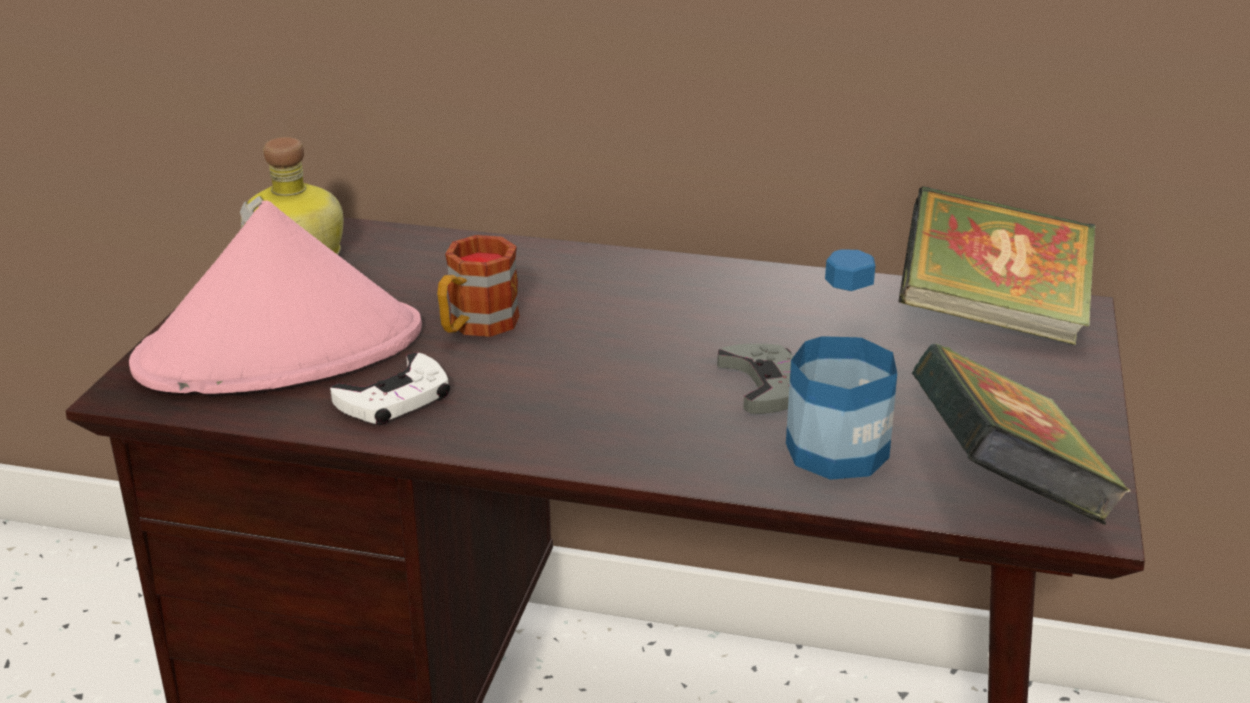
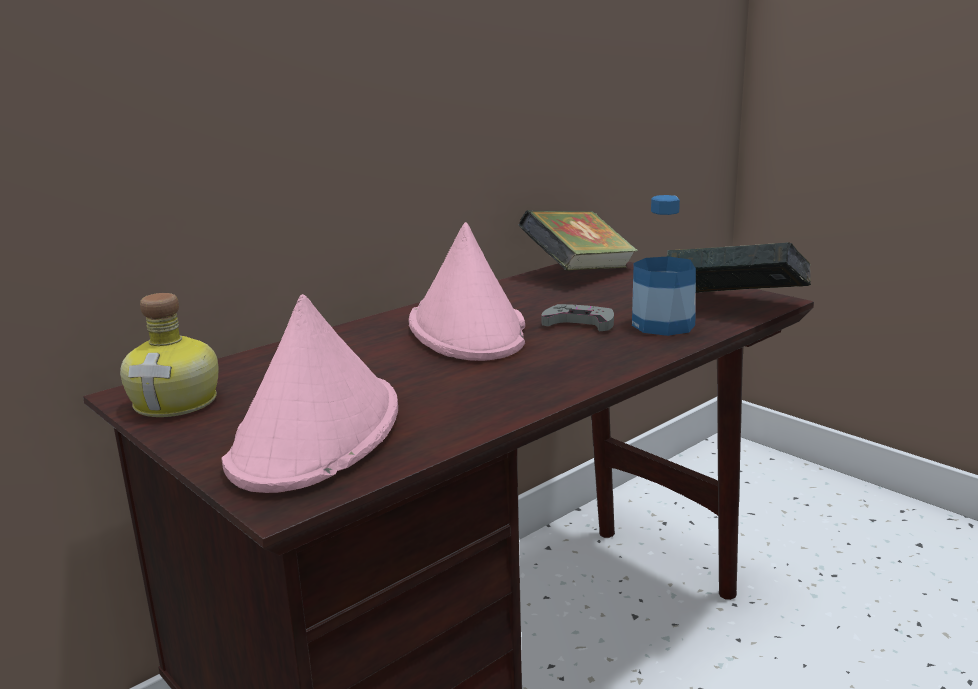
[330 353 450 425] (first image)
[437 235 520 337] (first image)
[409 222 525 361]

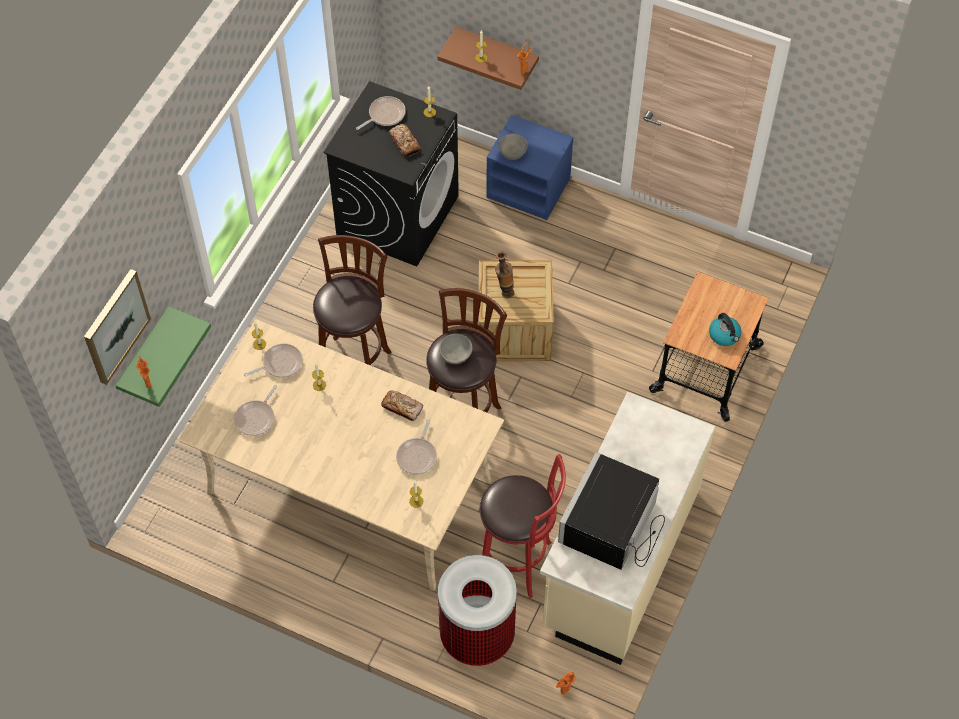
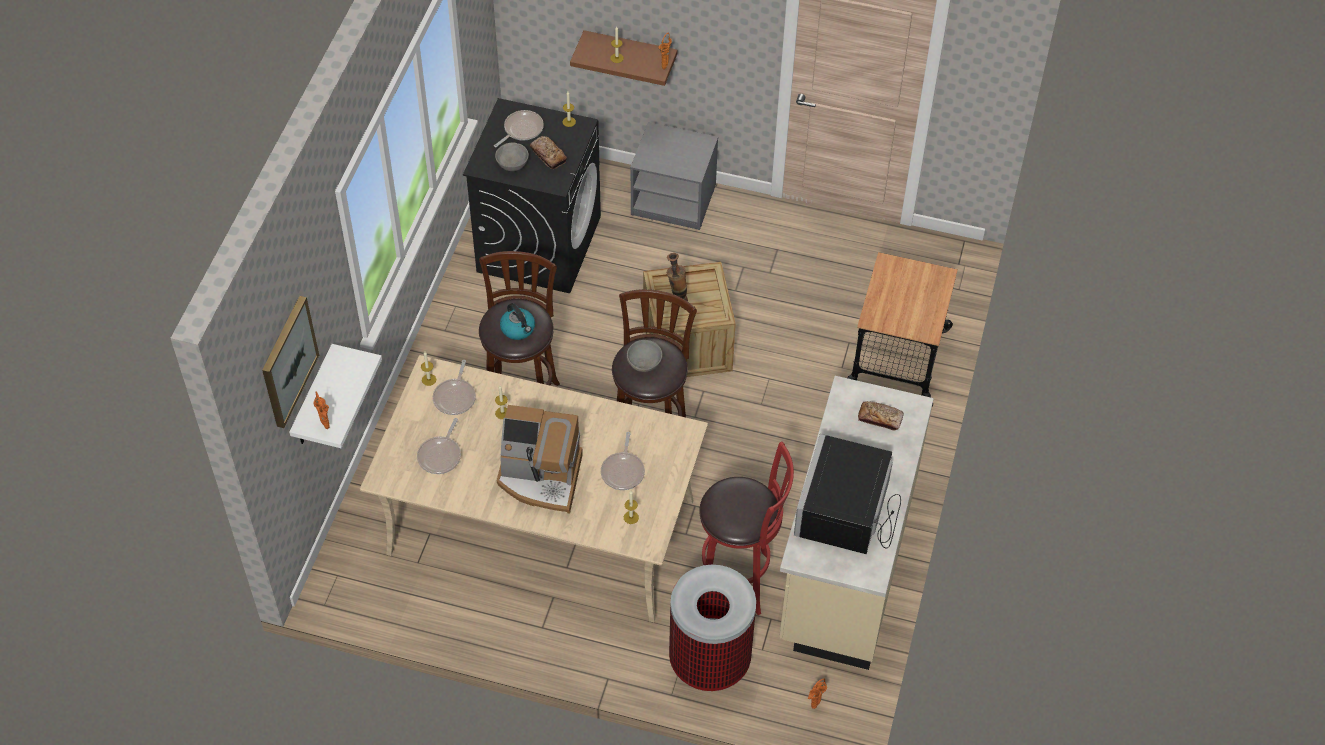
[497 405 583 514]
[858 401 904 431]
[495 143 529 171]
[500 303 535 340]
[289 344 382 448]
[630 122 718 230]
[433 360 476 415]

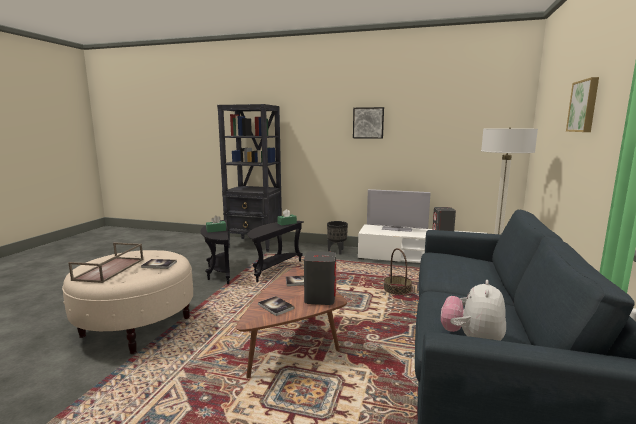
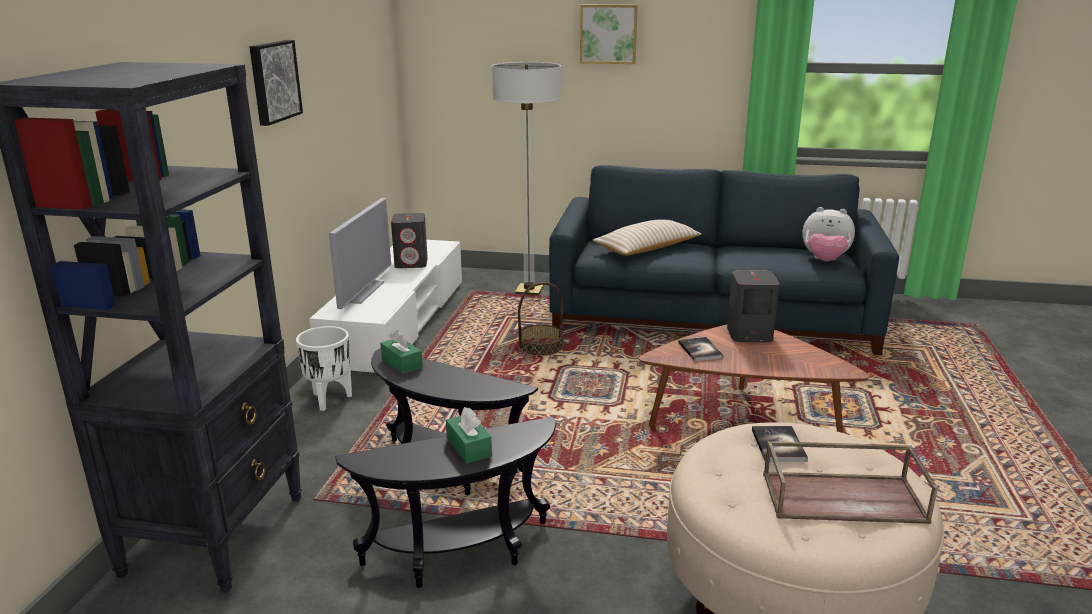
[258 296 295 316] (first image)
[592 219 702 256]
[296 326 352 411]

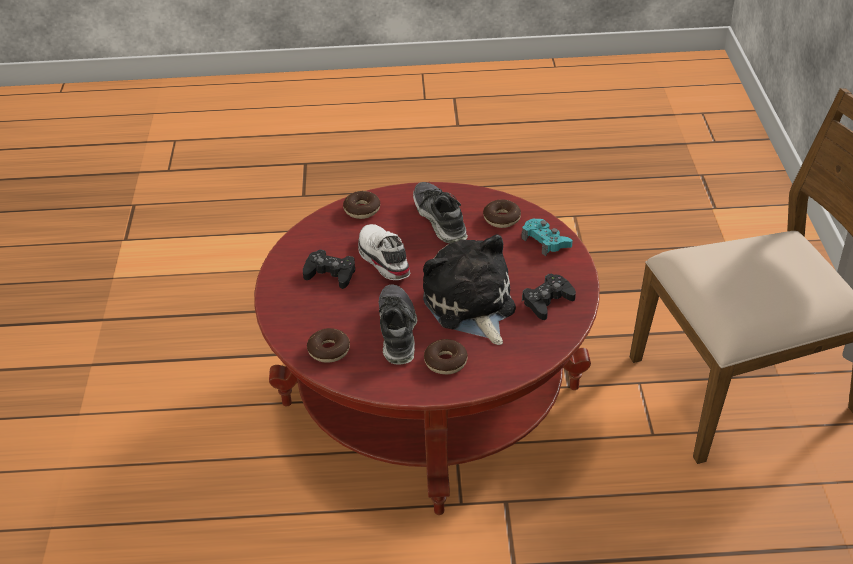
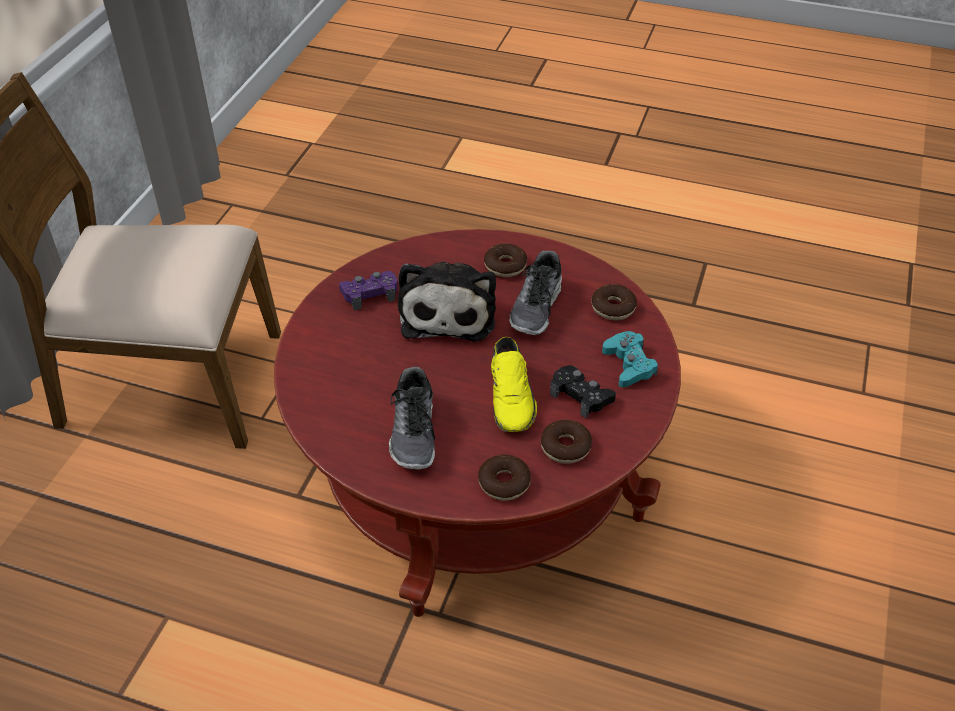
[541 420 592 464]
[602 331 658 387]
[491 337 537 432]
[339 271 398 311]

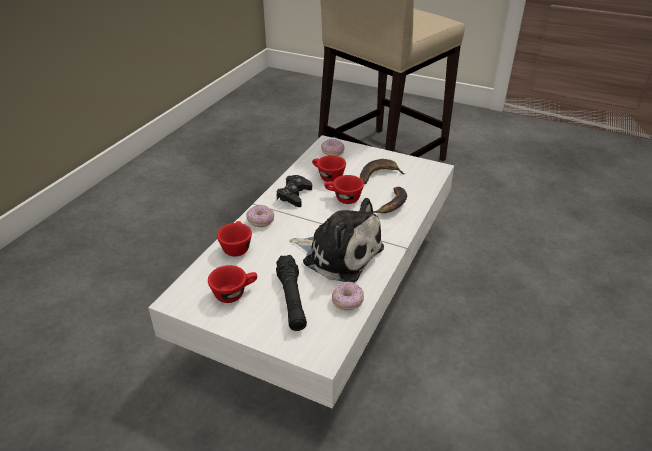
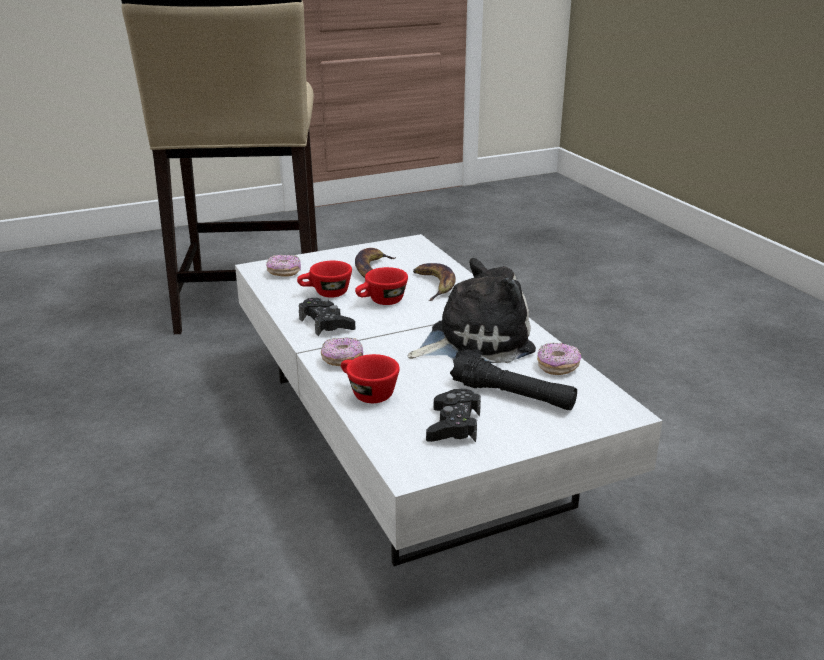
[426 389 481 442]

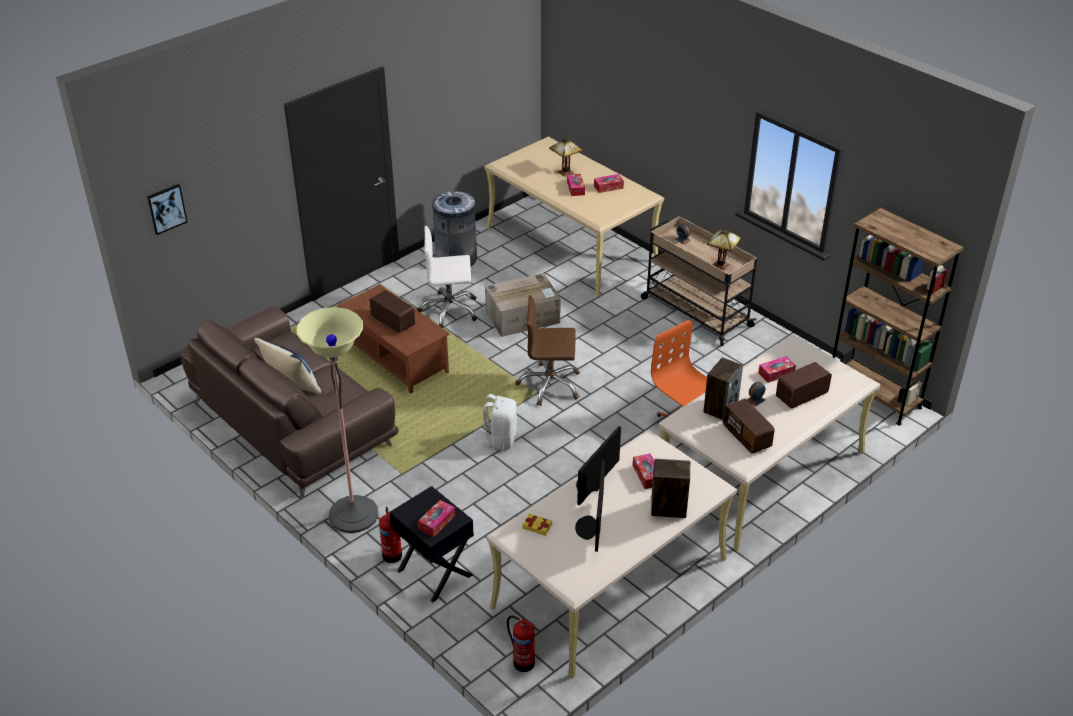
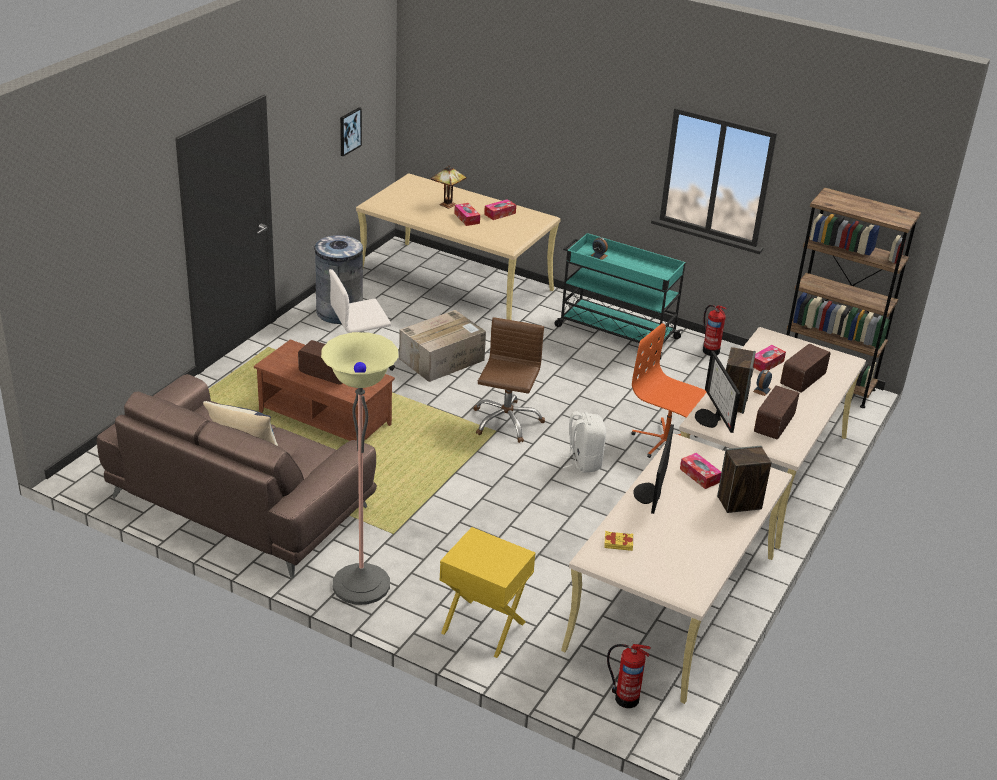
[418 500 455 537] (first image)
[707 229 741 270] (first image)
[340 107 362 157]
[703 305 727 356]
[560 411 606 473]
[695 351 740 433]
[439 527 536 658]
[554 233 686 360]
[473 317 545 443]
[754 385 799 440]

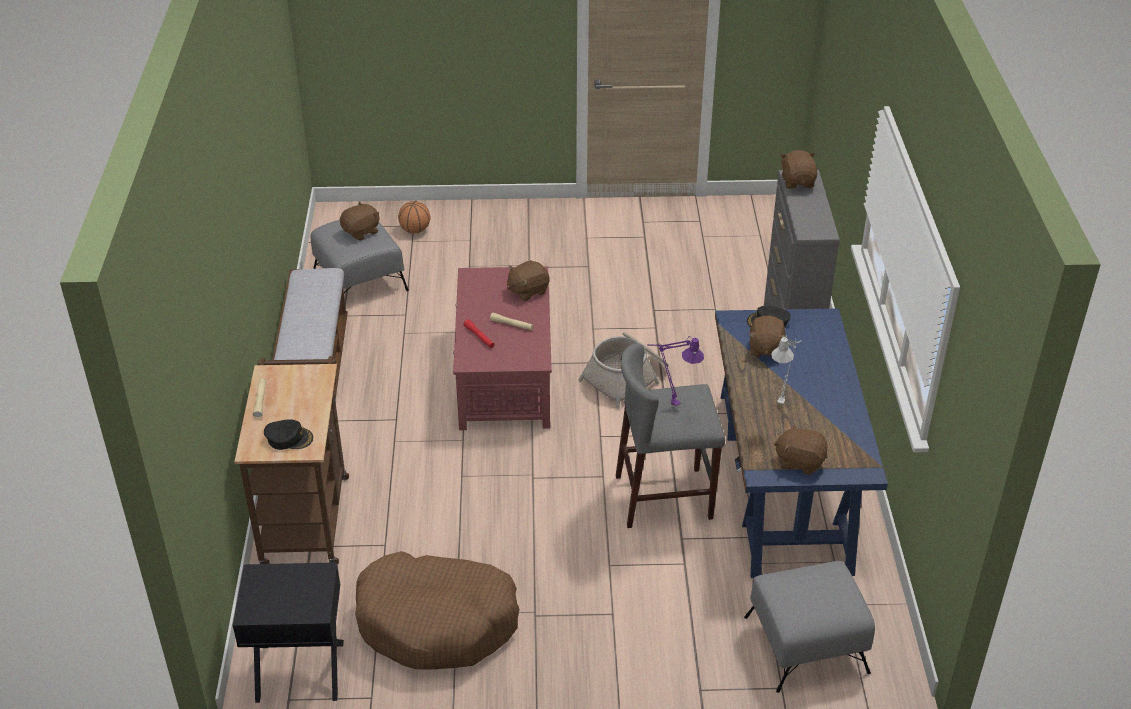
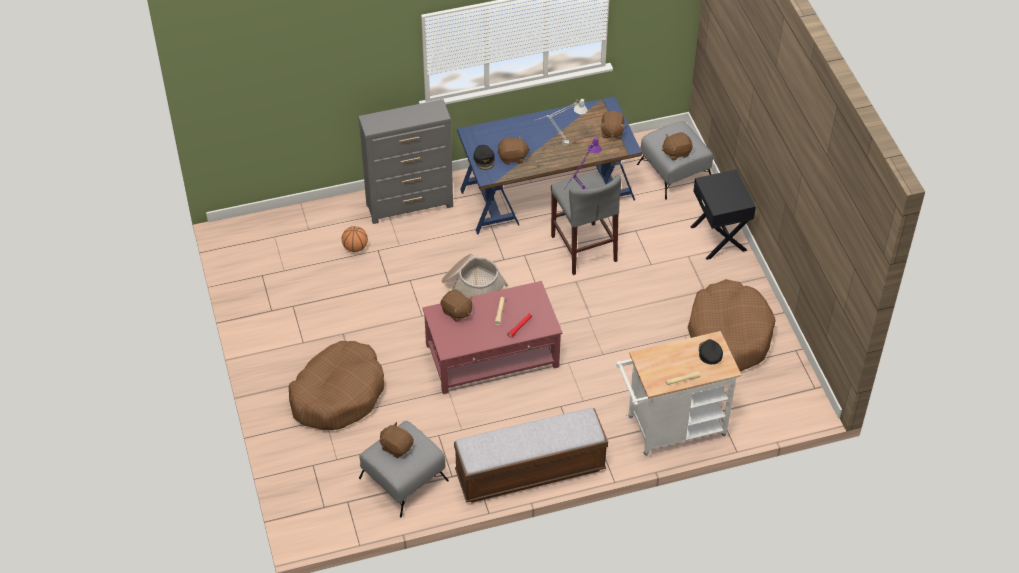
[289 341 384 430]
[690 169 756 260]
[342 226 368 252]
[662 132 693 160]
[616 331 741 456]

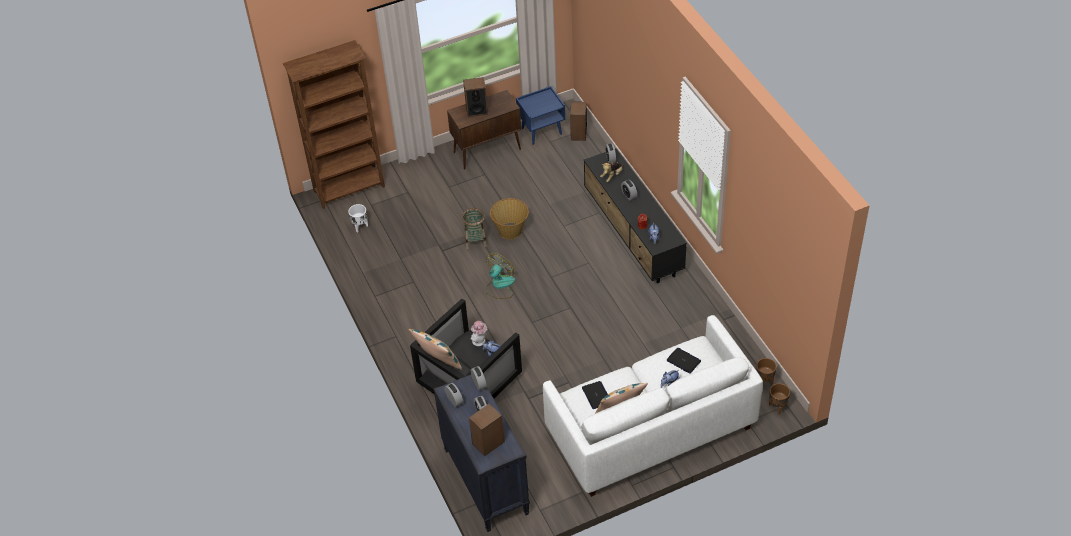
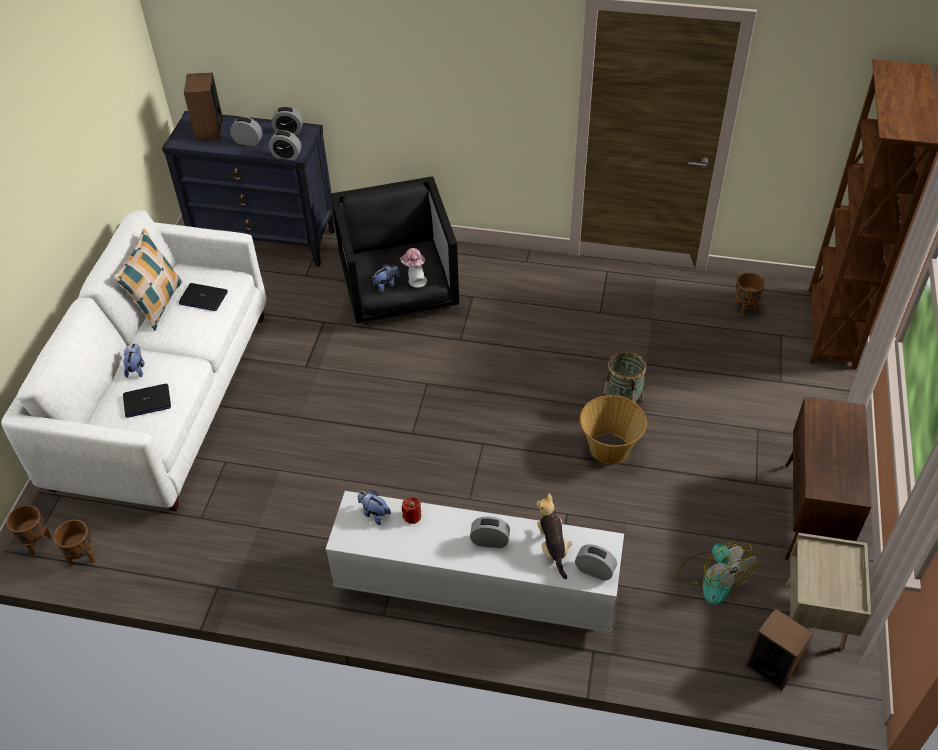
[408 329 463 370] (first image)
[463 77 488 117] (first image)
[677 541 758 605]
[735 273 765 316]
[786 533 871 650]
[326 491 624 633]

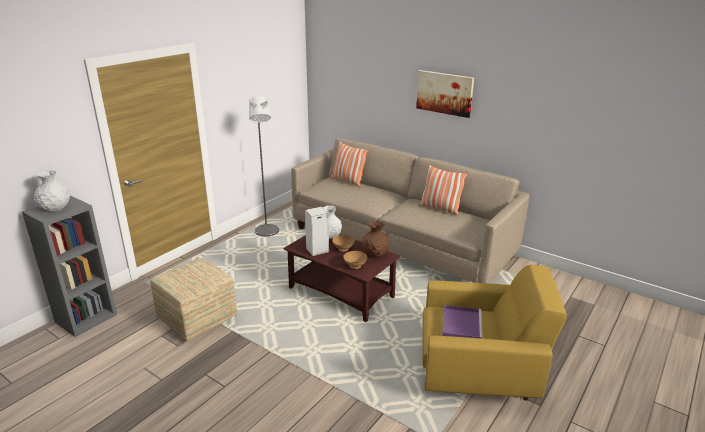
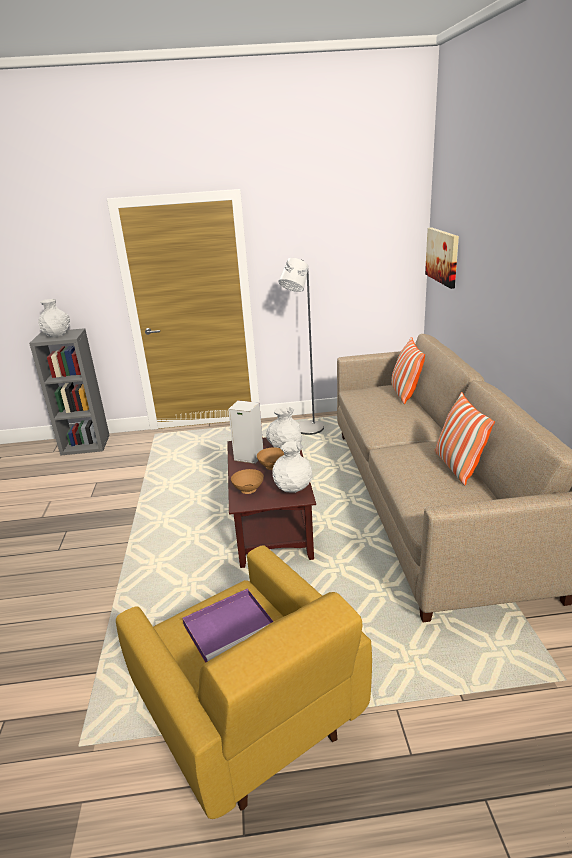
[150 258 237 342] (first image)
[425 227 459 289]
[272 441 312 493]

